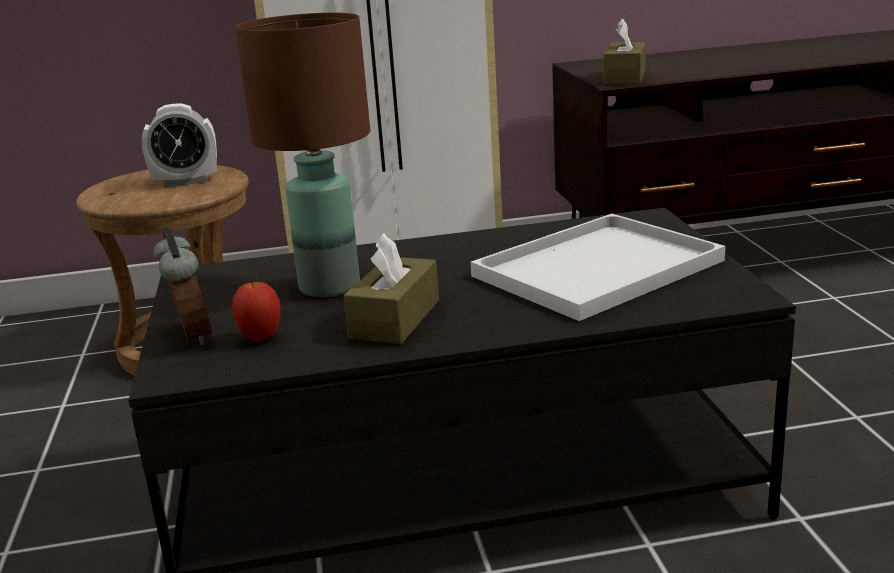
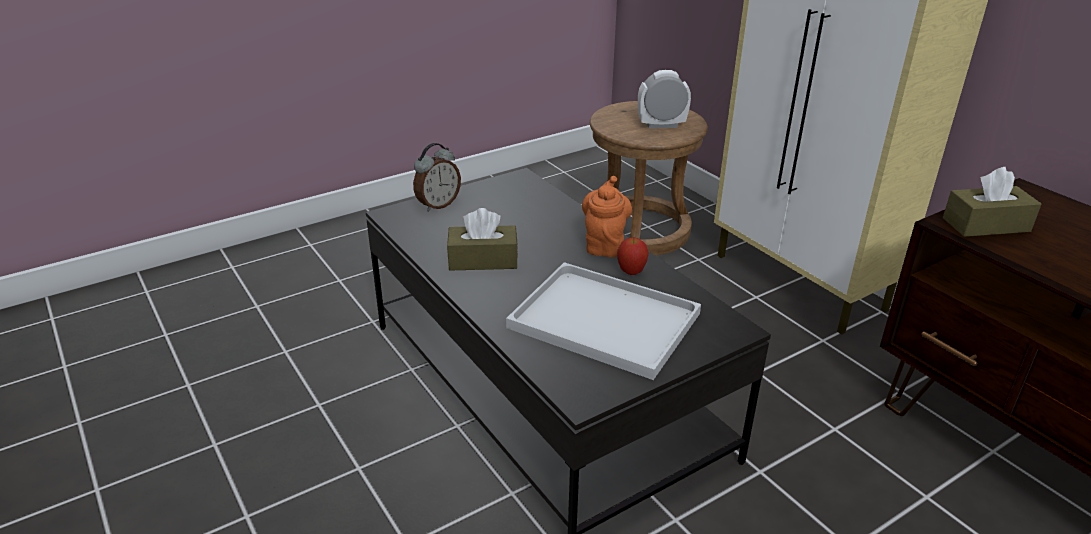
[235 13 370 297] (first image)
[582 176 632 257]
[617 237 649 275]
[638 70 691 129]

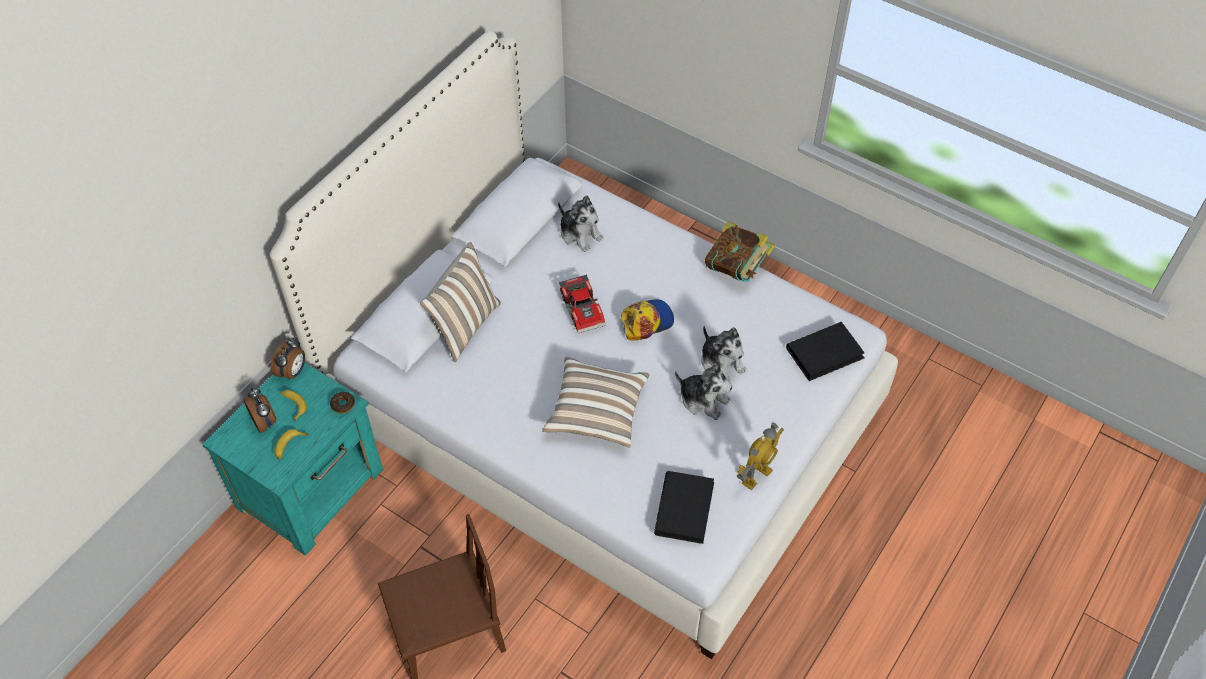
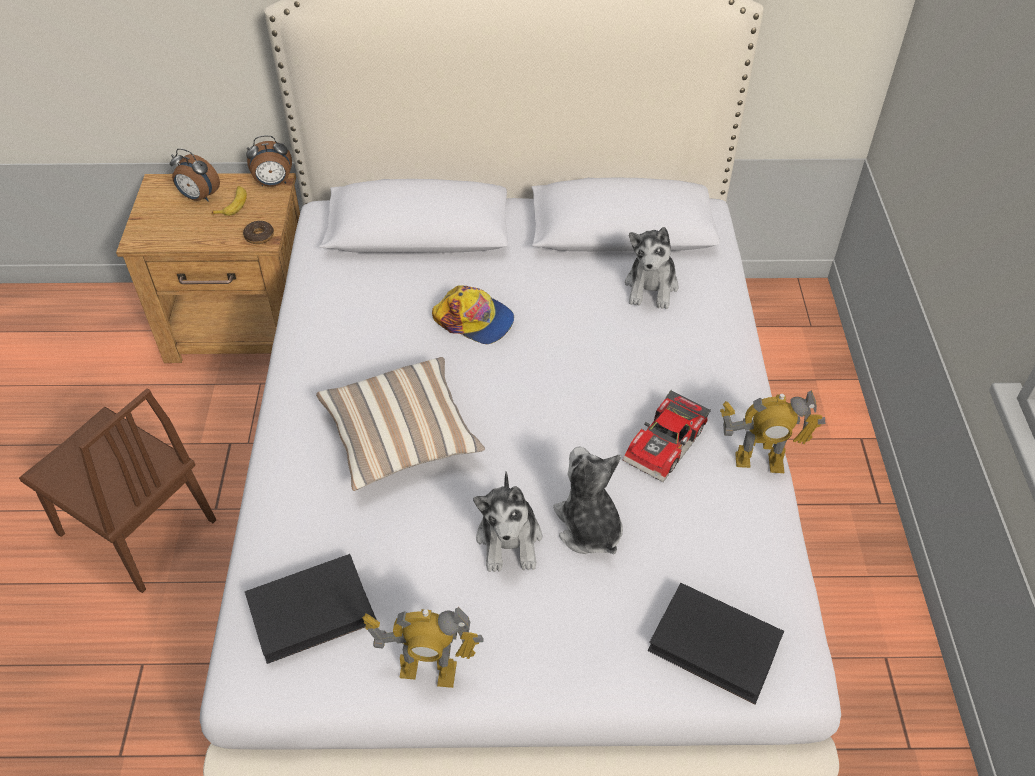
[274 429 308 460] (first image)
[420 242 501 362] (first image)
[623 390 711 482]
[432 285 514 344]
[720 390 825 473]
[116 173 300 363]
[170 148 220 201]
[553 447 623 554]

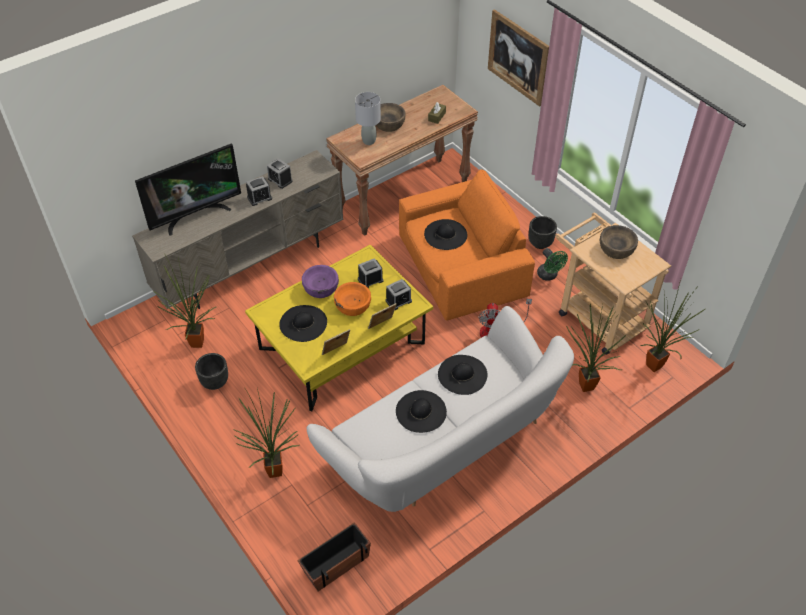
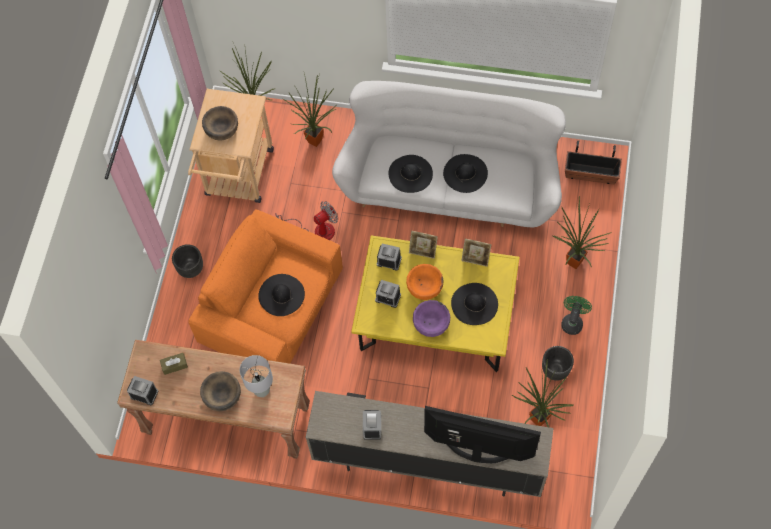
[488 9 549 107] (first image)
[127 376 159 405]
[561 296 592 335]

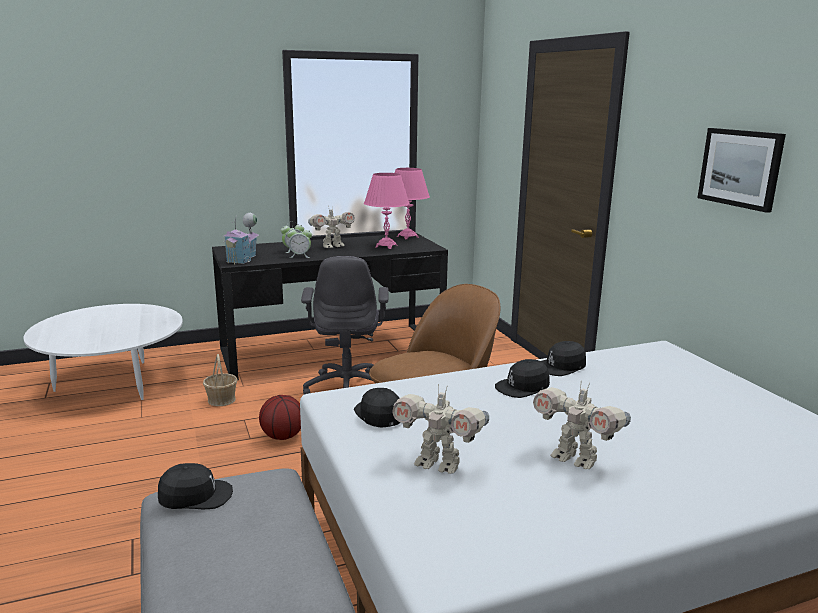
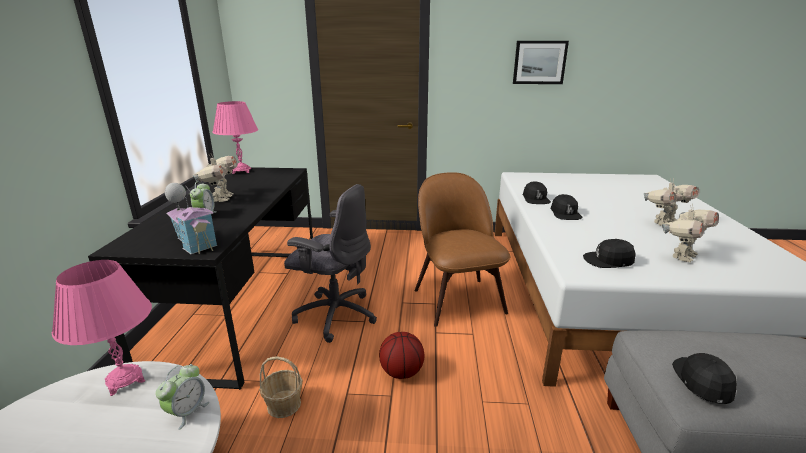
[156 364 209 430]
[52 260 152 396]

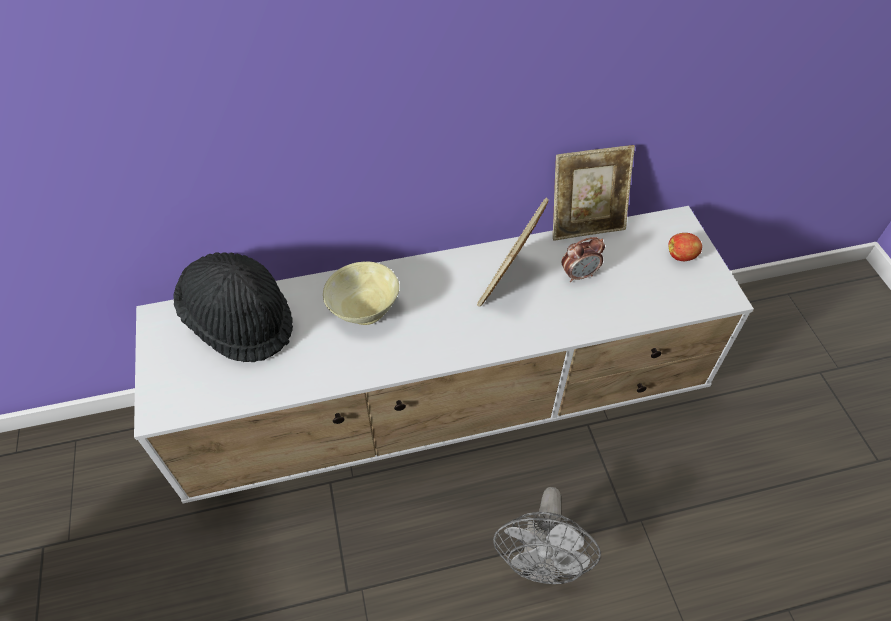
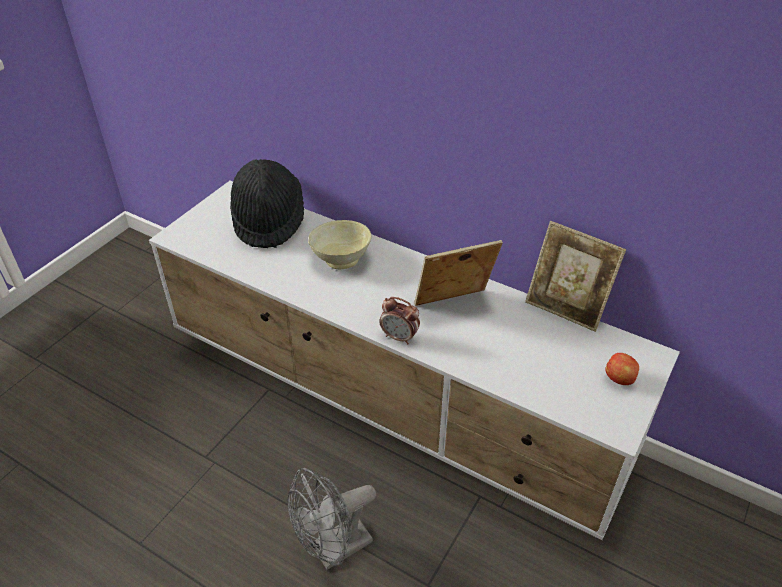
[379 297 420 345]

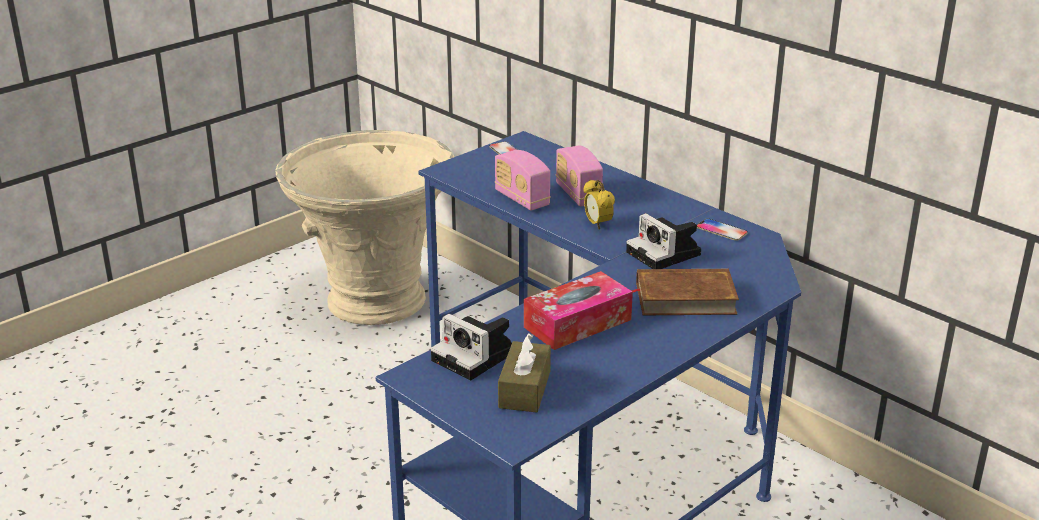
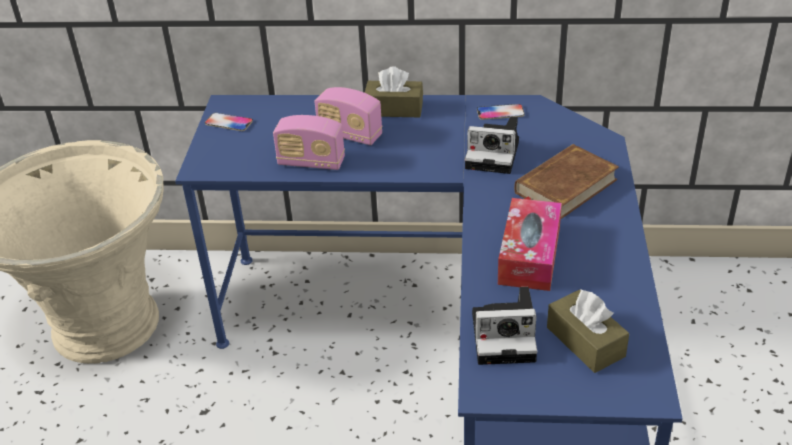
[583 180 615 230] (first image)
[365 66 423 117]

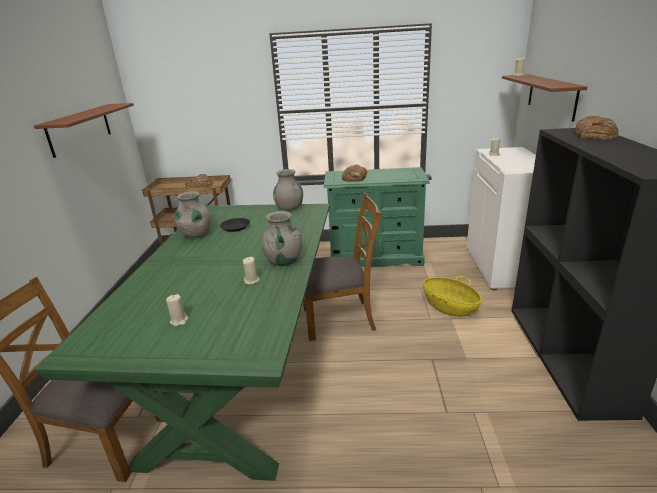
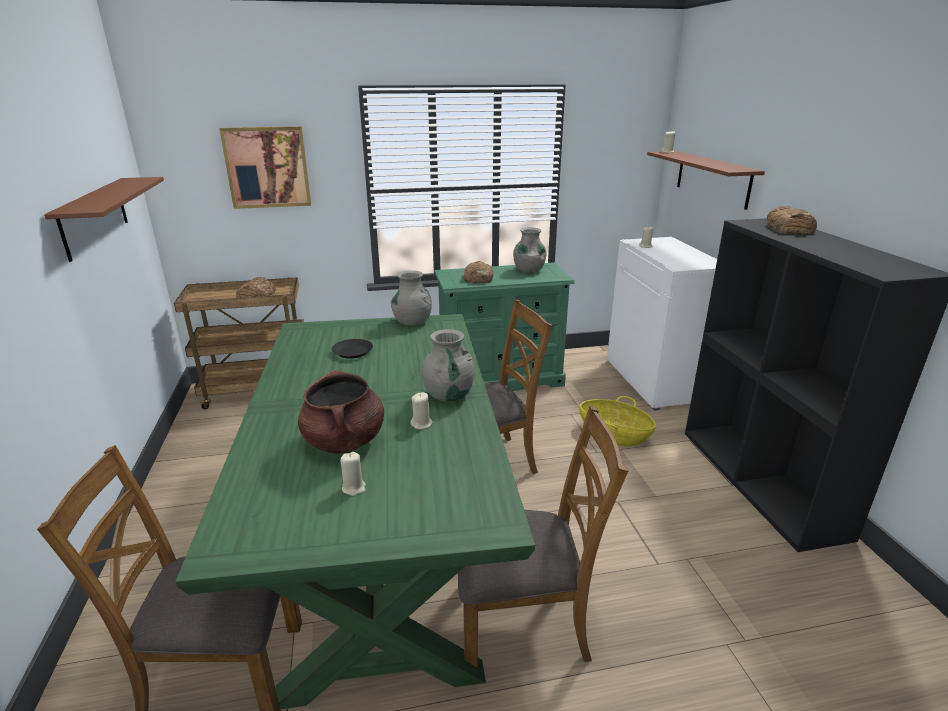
[219 126 311 209]
[298 370 384 454]
[458 406 628 668]
[513 227 546 273]

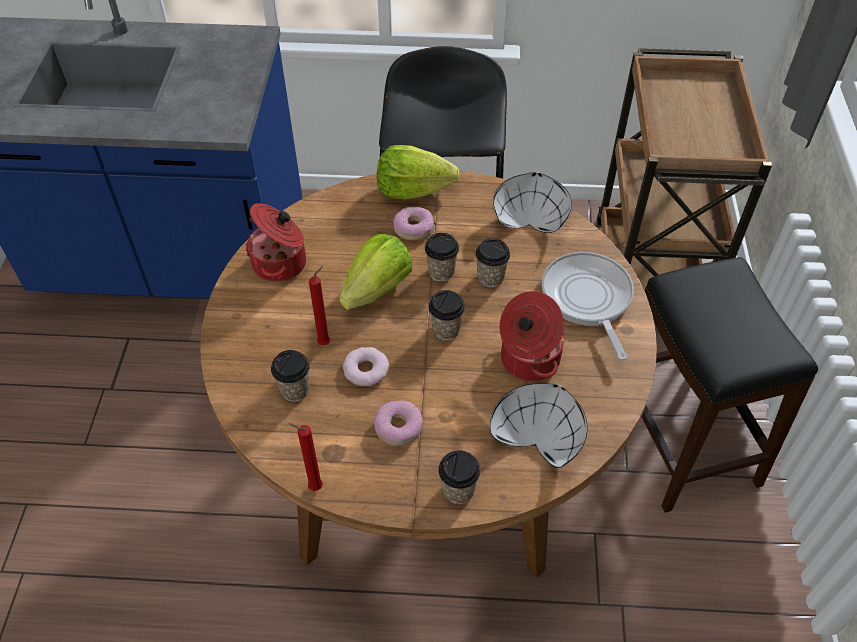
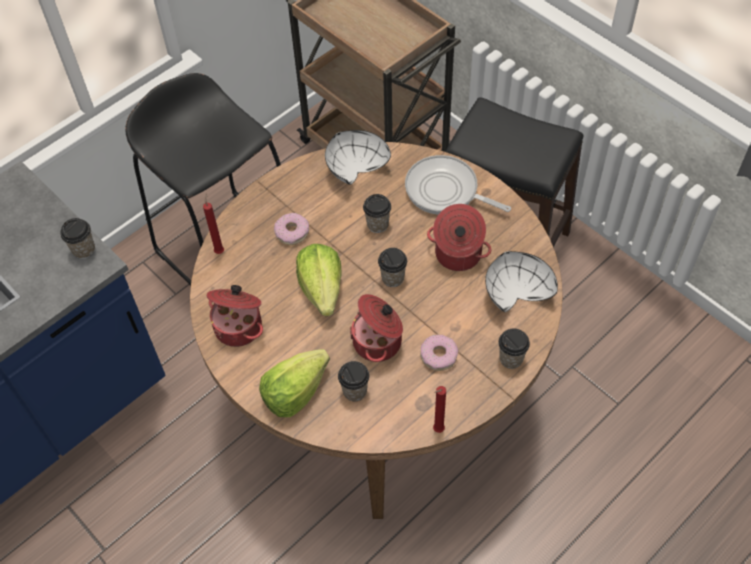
[203 193 224 254]
[259 349 330 417]
[61 218 95 259]
[350 294 403 362]

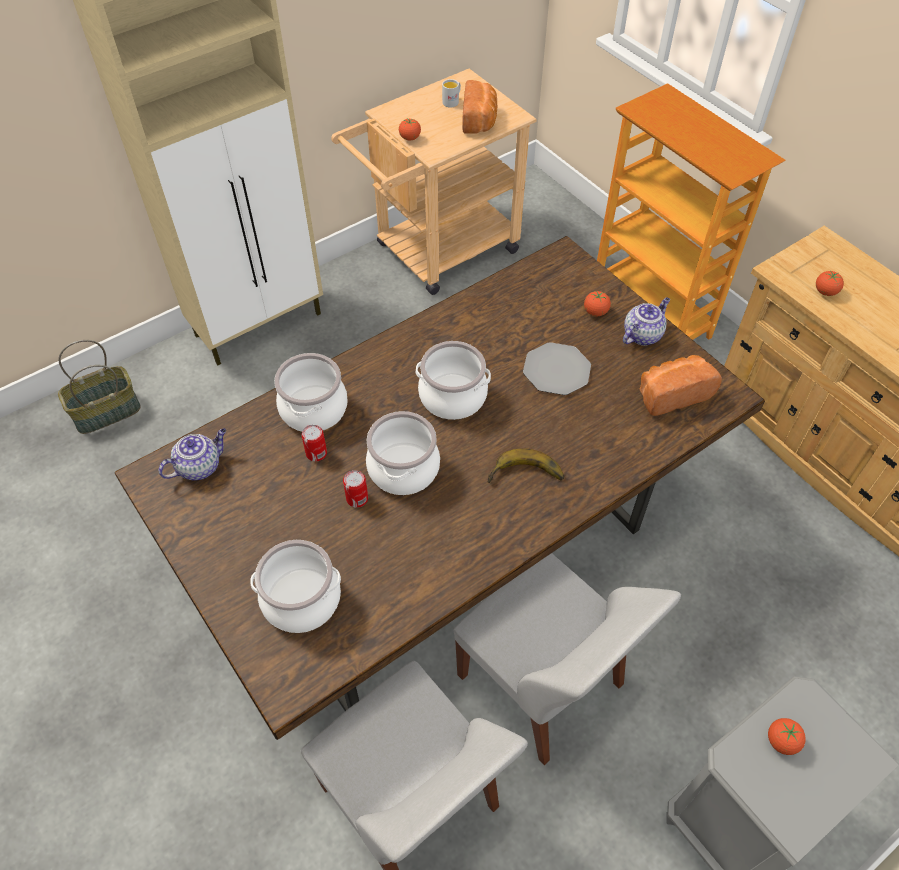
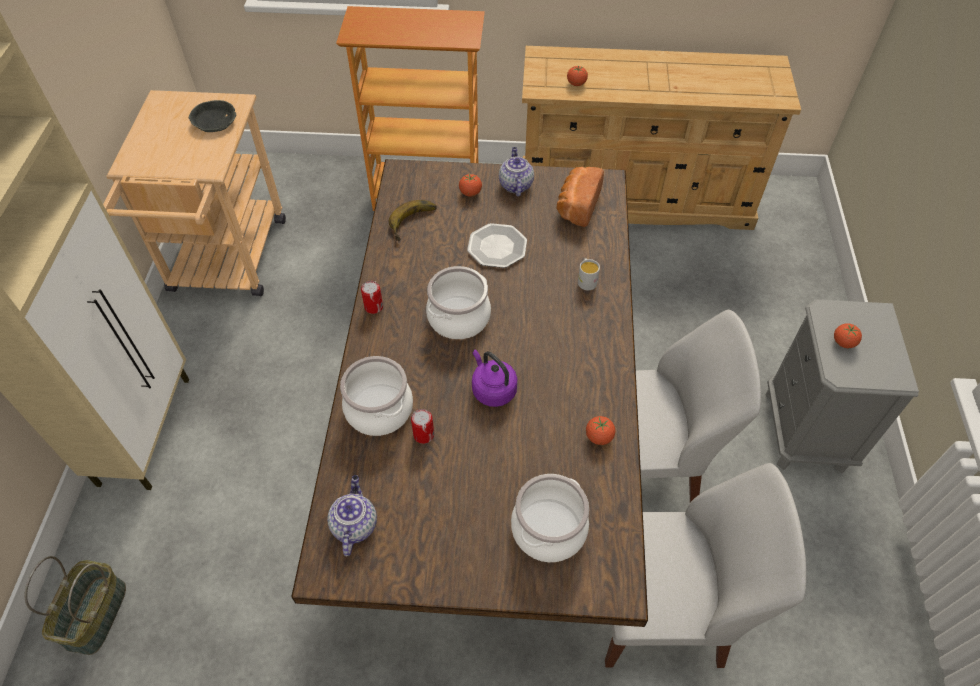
[361 281 383 314]
[586 416 615 445]
[578 259 600 290]
[389 200 437 241]
[472 349 517 407]
[189 100 236 132]

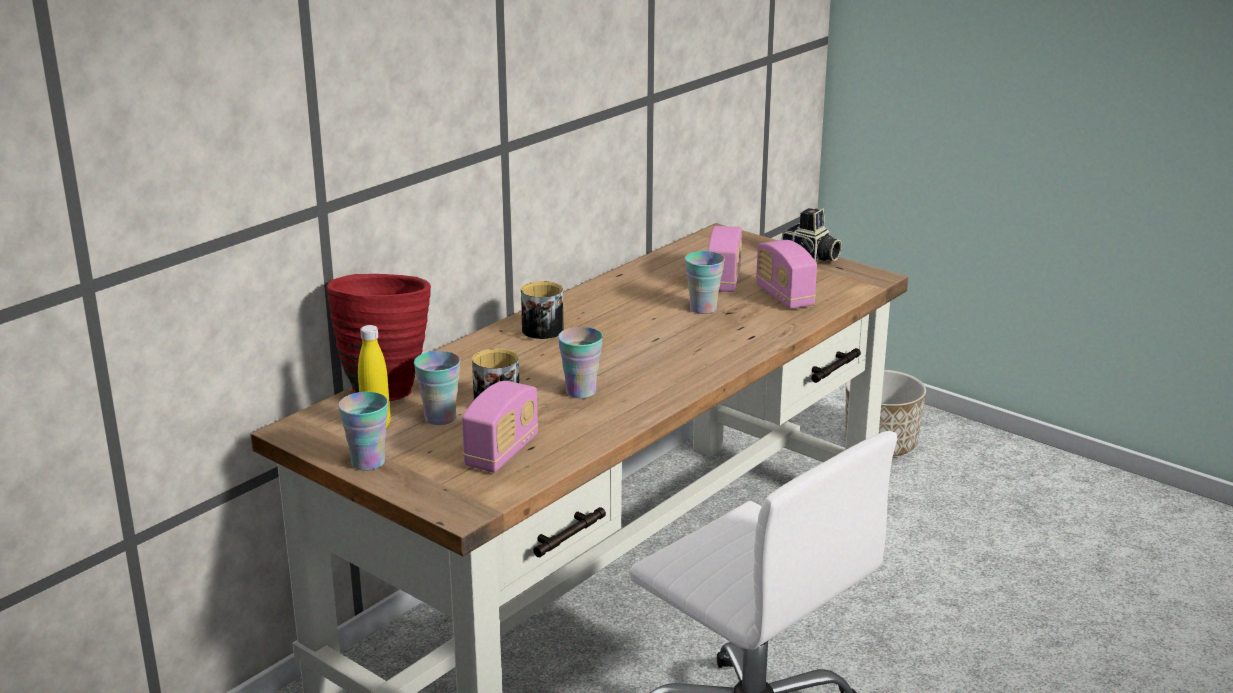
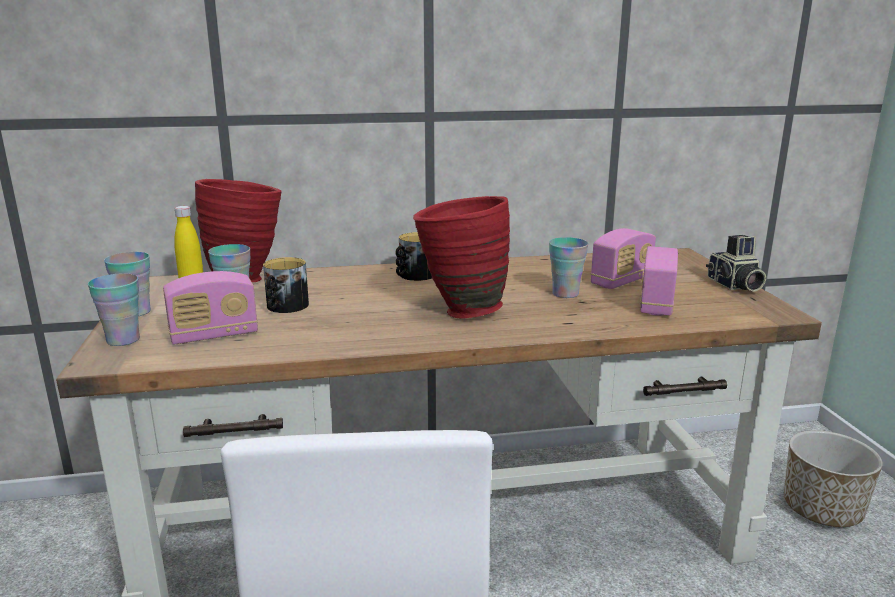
[413 196 510 319]
[88 273 140 346]

